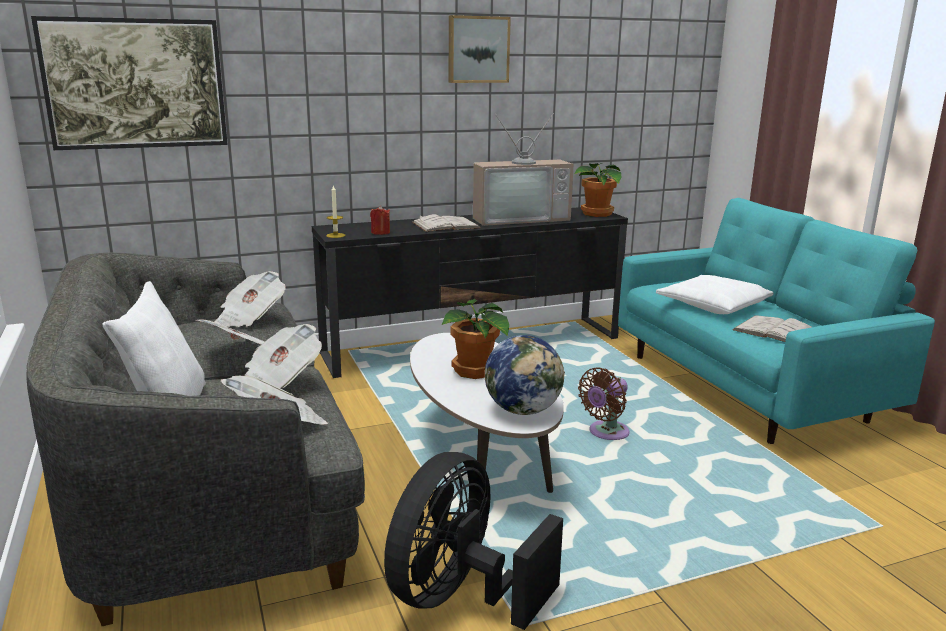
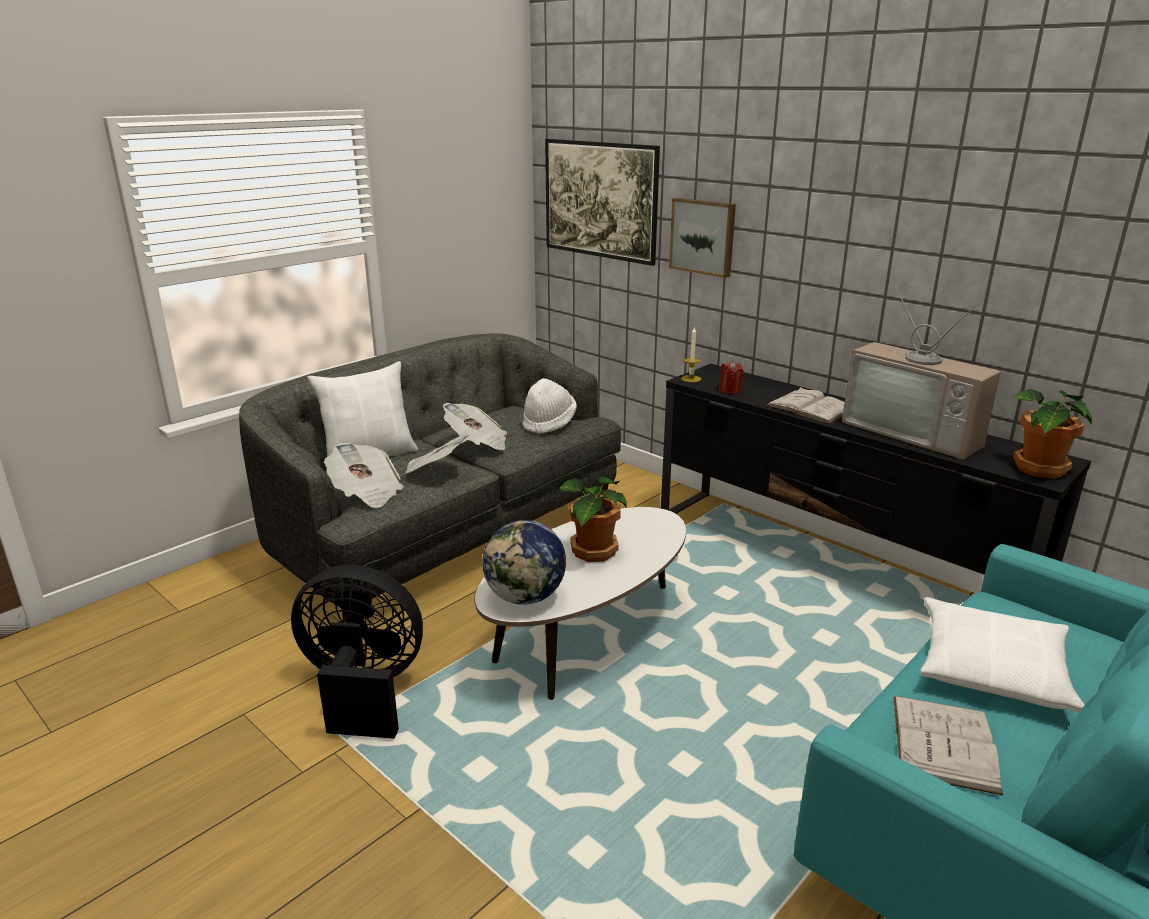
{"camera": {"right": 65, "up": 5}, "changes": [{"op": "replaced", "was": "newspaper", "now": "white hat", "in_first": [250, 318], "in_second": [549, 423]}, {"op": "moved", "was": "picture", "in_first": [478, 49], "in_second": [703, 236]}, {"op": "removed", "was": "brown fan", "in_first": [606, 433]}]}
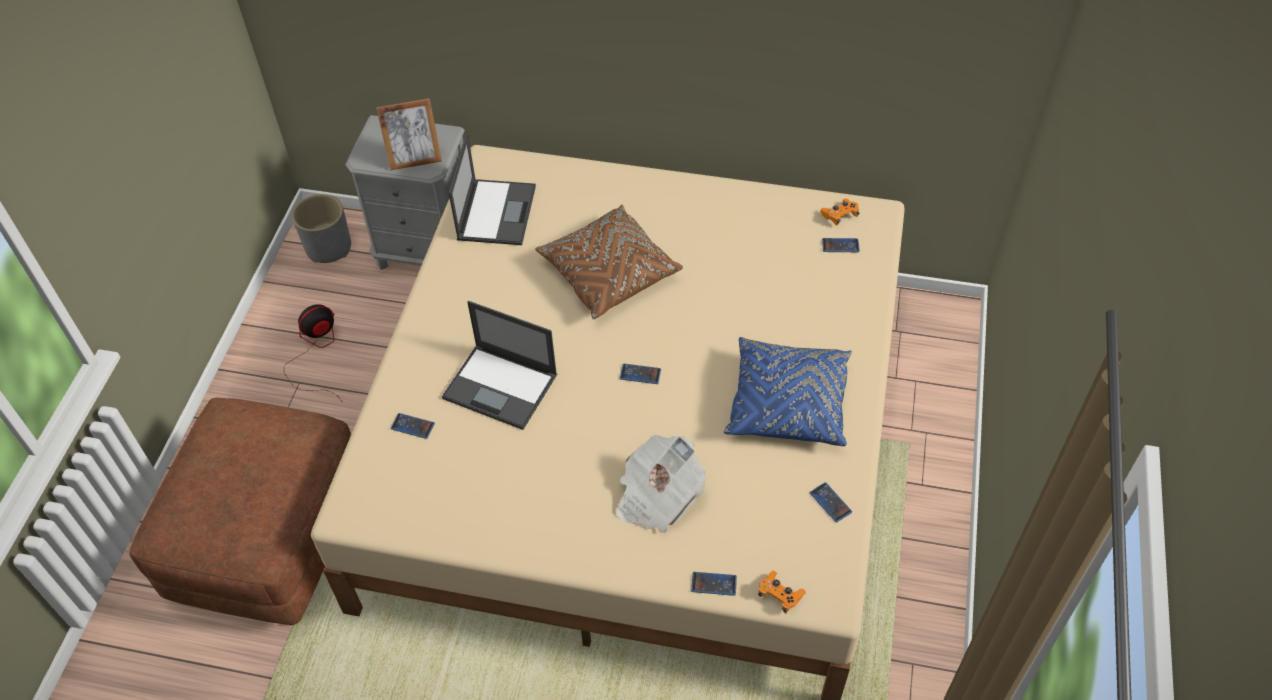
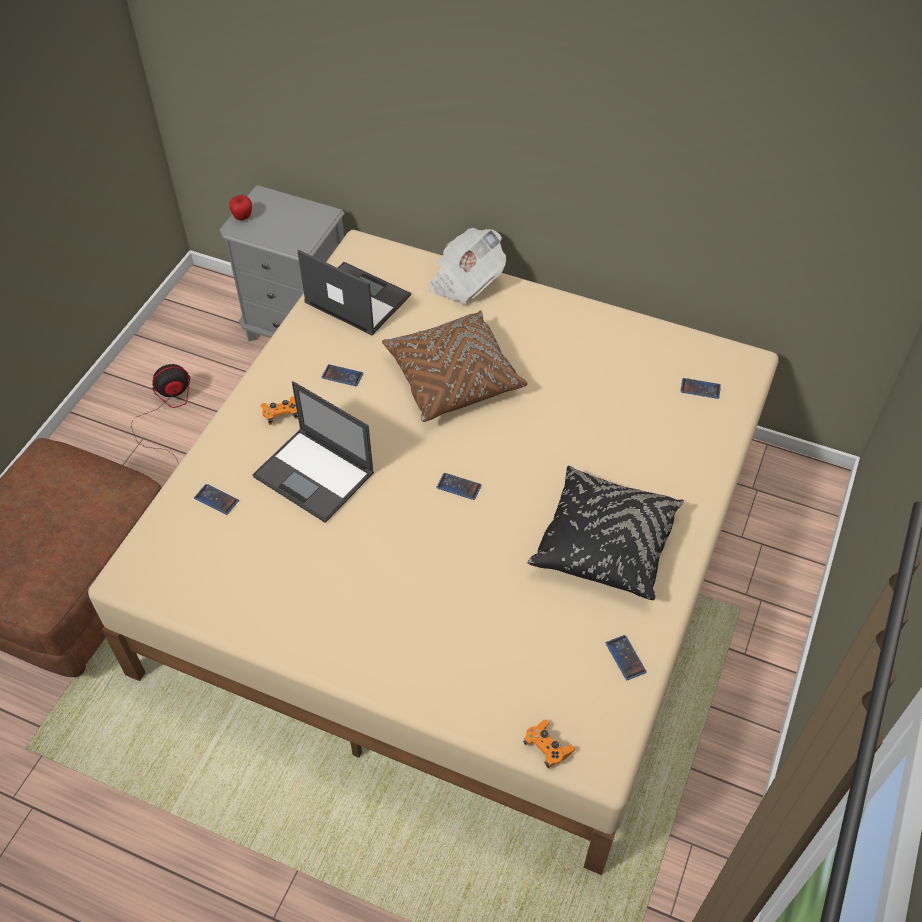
{"camera": {"right": 10, "up": 0}, "changes": [{"op": "removed", "was": "grey planter", "in_first": [329, 247]}, {"op": "removed", "was": "picture frame", "in_first": [415, 160]}, {"op": "turned", "was": "laptop", "in_first": [496, 212], "in_second": [356, 299], "clockwise": -75}, {"op": "moved", "was": "newspaper", "in_first": [657, 496], "in_second": [465, 281]}, {"op": "moved", "was": "phone", "in_first": [714, 584], "in_second": [342, 376]}, {"op": "recoloured", "was": "blue pillow", "now": "black pillow", "in_first": [787, 403], "in_second": [604, 544]}, {"op": "moved", "was": "orange game controller", "in_first": [839, 216], "in_second": [281, 414]}, {"op": "added", "now": "apple", "in_second": [242, 217]}]}
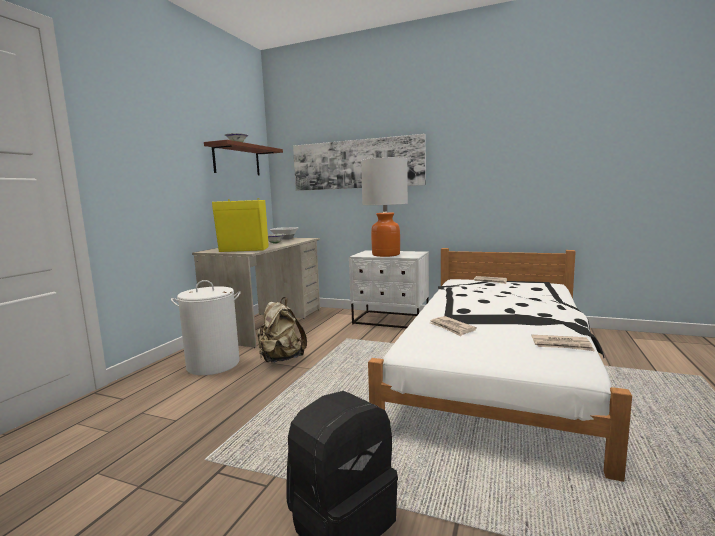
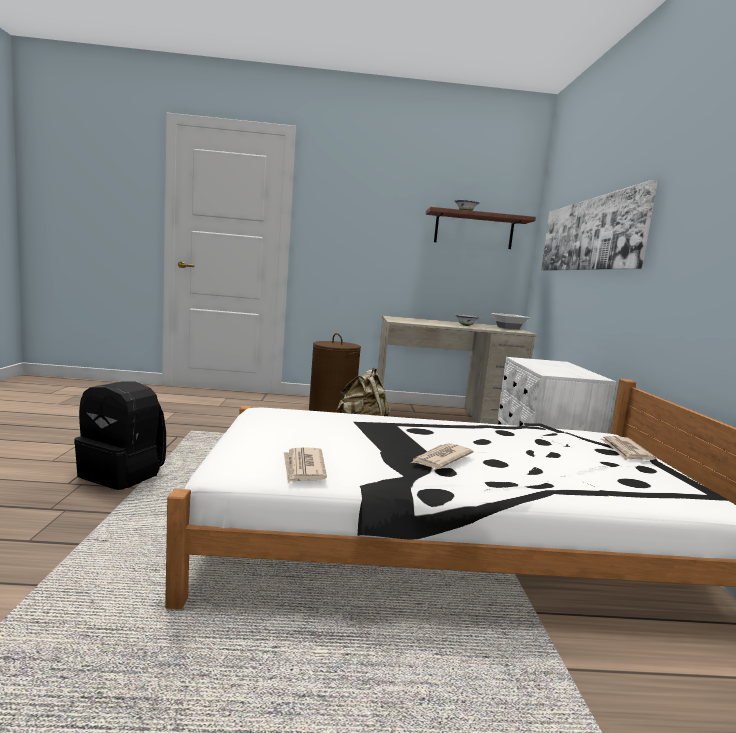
{"camera": {"right": 65, "up": 0}, "changes": [{"op": "recoloured", "was": "white laundry basket", "now": "brown laundry basket", "in_first": [213, 364], "in_second": [332, 411]}, {"op": "removed", "was": "yellow speaker", "in_first": [244, 249]}, {"op": "removed", "was": "table lamp", "in_first": [386, 254]}, {"op": "moved", "was": "newspaper", "in_first": [451, 328], "in_second": [440, 459]}]}
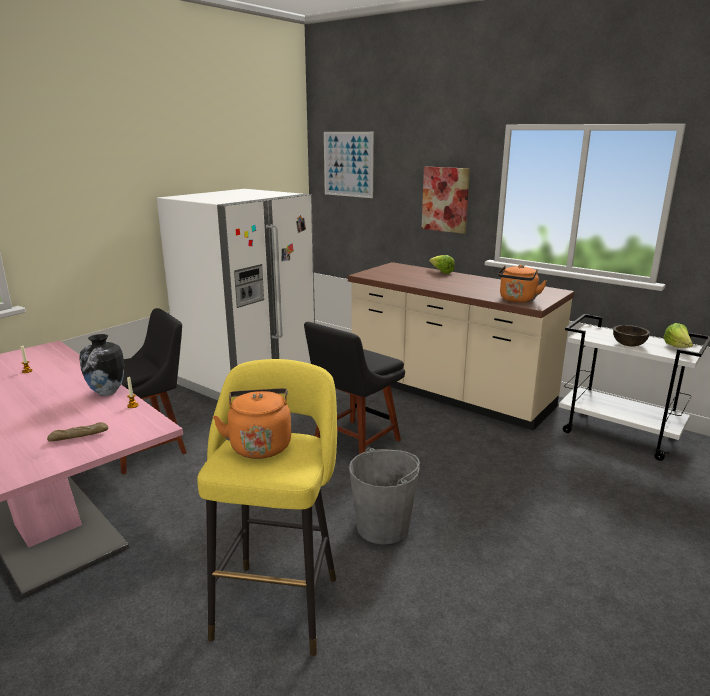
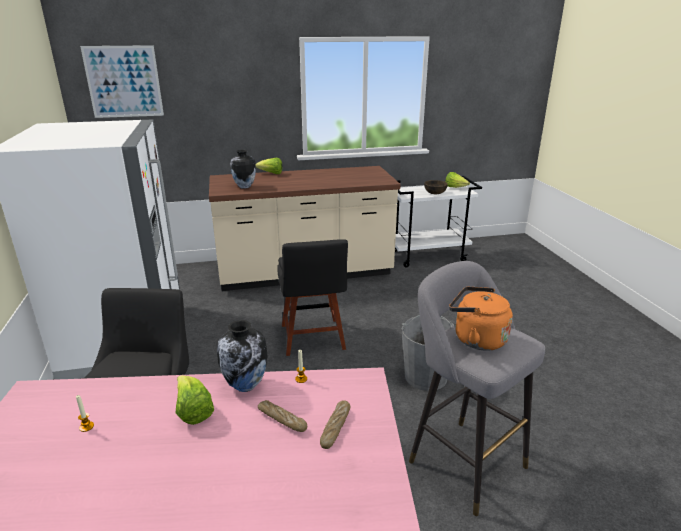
{"camera": {"right": -50, "up": 5}, "changes": [{"op": "recoloured", "was": "yellow stool", "now": "grey stool", "in_first": [279, 601], "in_second": [462, 460]}, {"op": "removed", "was": "picture", "in_first": [445, 199]}, {"op": "removed", "was": "orange kettle", "in_first": [517, 300]}, {"op": "added", "now": "lettuce", "in_second": [193, 411]}, {"op": "added", "now": "vase", "in_second": [244, 187]}, {"op": "added", "now": "bread", "in_second": [282, 420]}]}
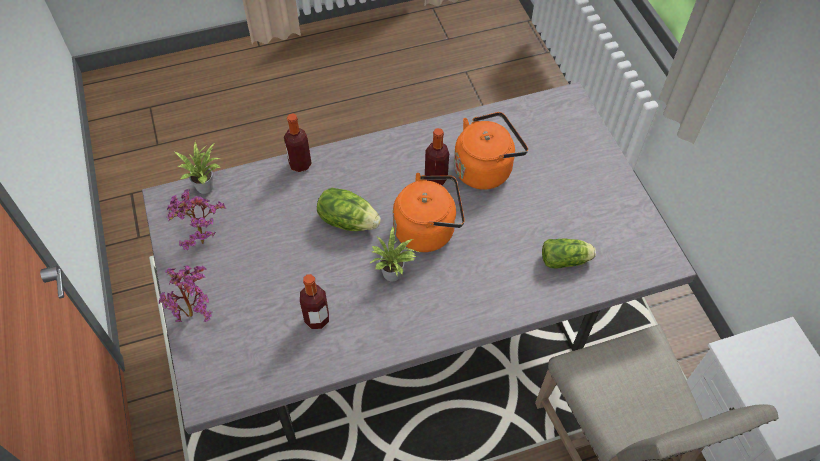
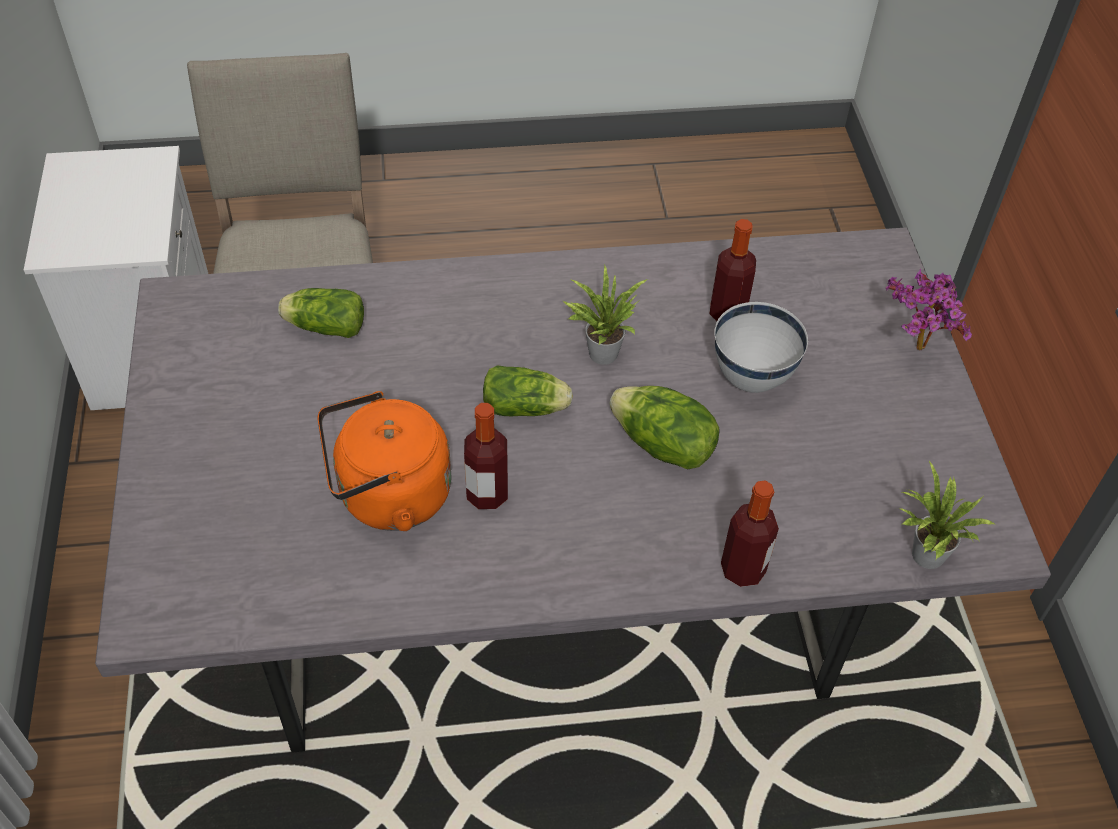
{"camera": {"right": -170, "up": -5}, "changes": [{"op": "removed", "was": "potted plant", "in_first": [201, 238]}, {"op": "replaced", "was": "orange kettle", "now": "lettuce", "in_first": [428, 230], "in_second": [527, 408]}, {"op": "added", "now": "white bowl", "in_second": [752, 378]}]}
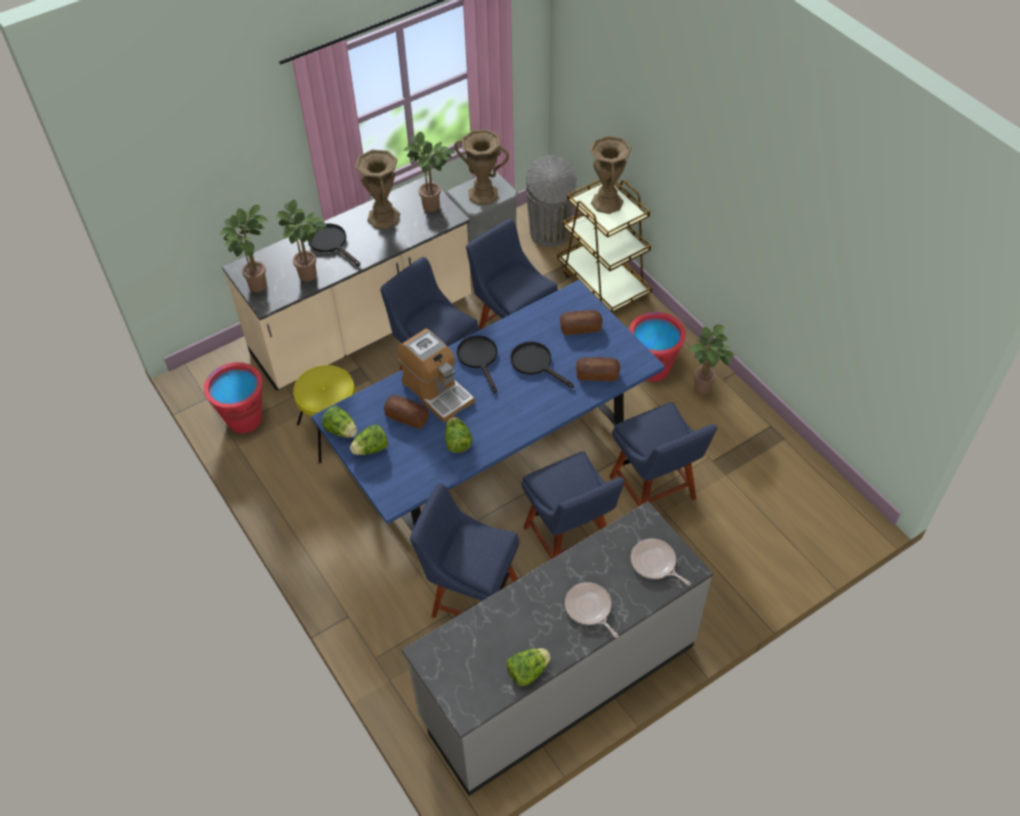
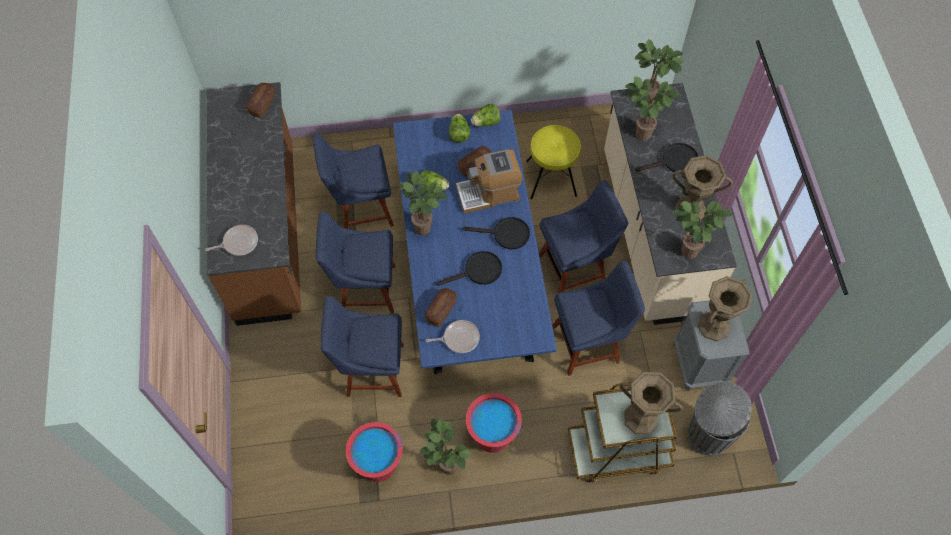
{"camera": {"right": 115, "up": 10}, "changes": [{"op": "moved", "was": "red bucket", "in_first": [244, 419], "in_second": [379, 465]}, {"op": "recoloured", "was": "grey counter", "now": "brown counter", "in_first": [557, 681], "in_second": [268, 233]}, {"op": "turned", "was": "blue chair", "in_first": [470, 596], "in_second": [360, 209], "clockwise": -150}, {"op": "removed", "was": "lettuce", "in_first": [528, 671]}, {"op": "moved", "was": "bread", "in_first": [580, 328], "in_second": [262, 104]}, {"op": "moved", "was": "frying pan", "in_first": [589, 608], "in_second": [459, 338]}, {"op": "added", "now": "potted plant", "in_second": [425, 229]}]}
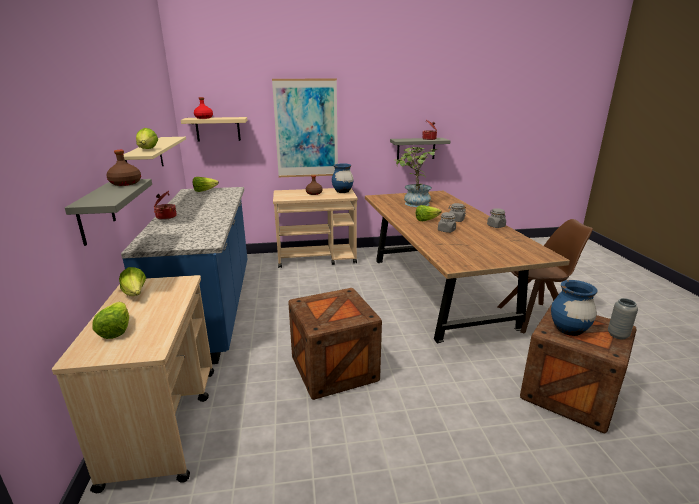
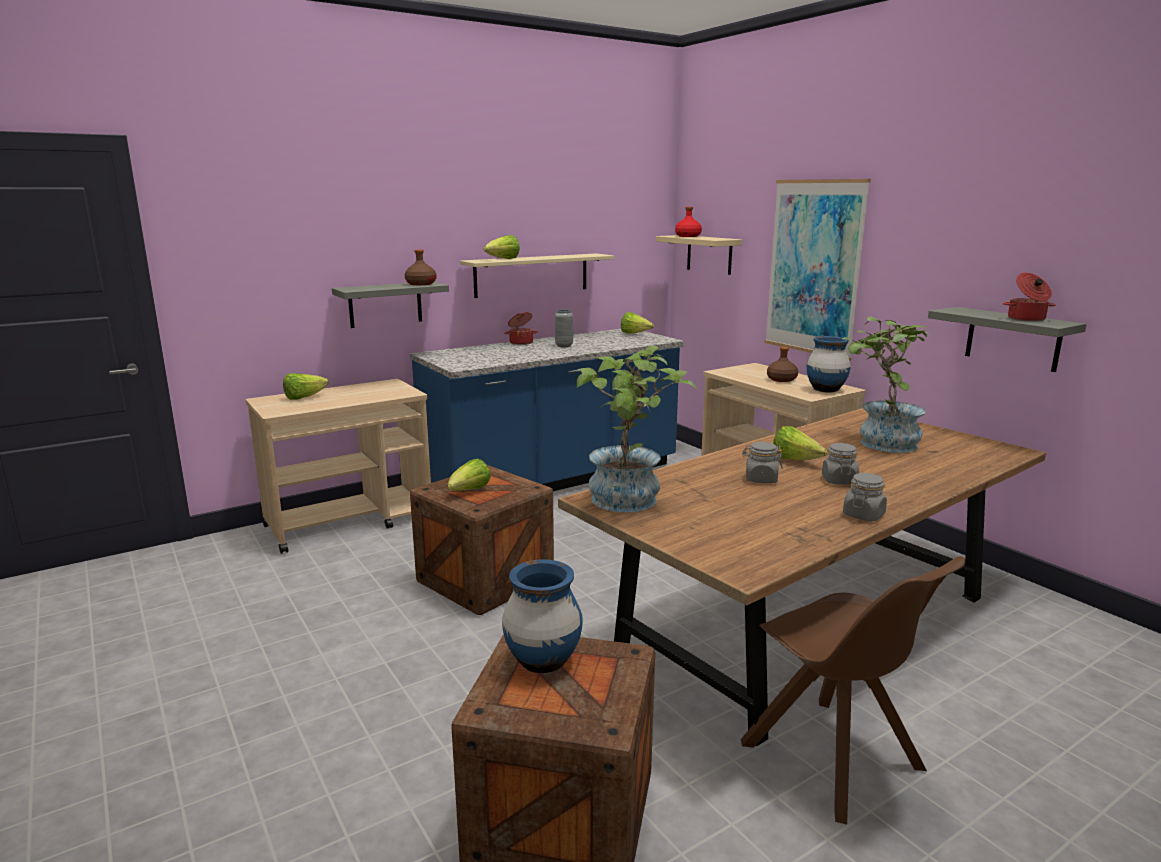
{"camera": {"right": 65, "up": -5}, "changes": [{"op": "moved", "was": "lettuce", "in_first": [135, 294], "in_second": [469, 491]}, {"op": "moved", "was": "grey vase", "in_first": [617, 335], "in_second": [564, 346]}, {"op": "added", "now": "potted plant", "in_second": [628, 503]}]}
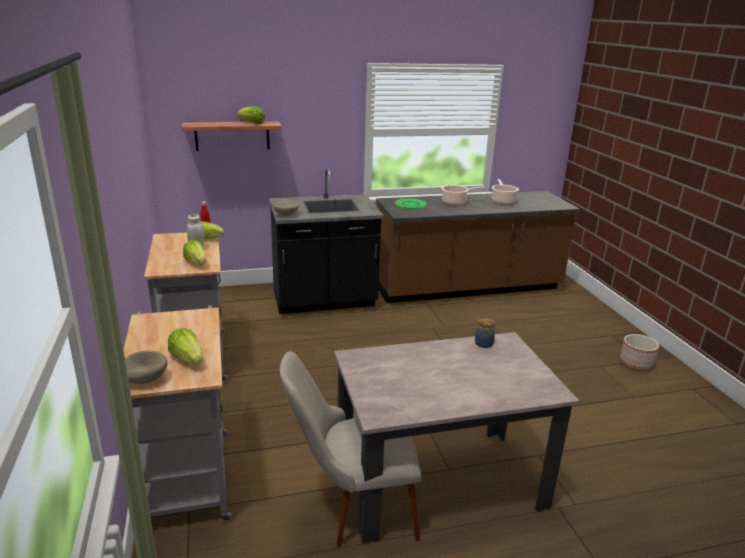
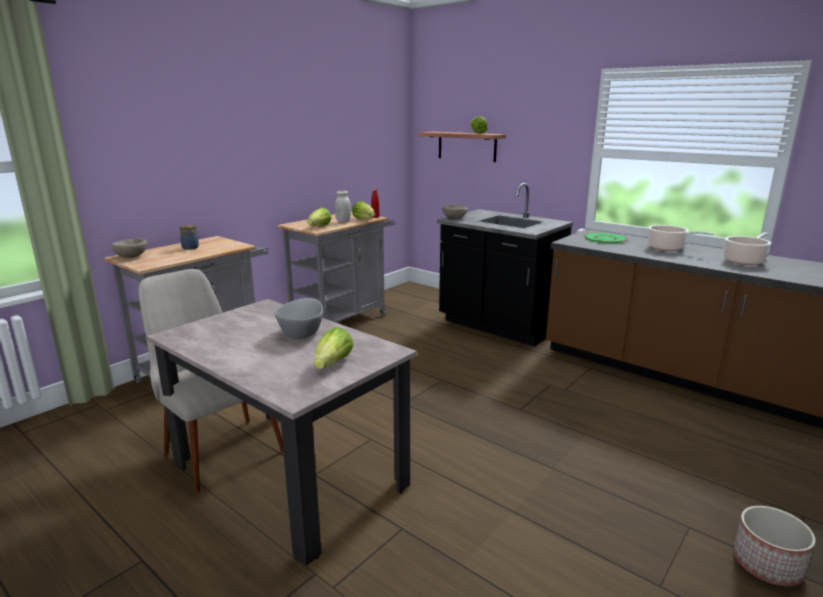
{"camera": {"right": 55, "up": -5}, "changes": [{"op": "moved", "was": "lettuce", "in_first": [188, 359], "in_second": [333, 364]}, {"op": "moved", "was": "jar", "in_first": [483, 343], "in_second": [191, 247]}, {"op": "added", "now": "grey bowl", "in_second": [302, 332]}]}
